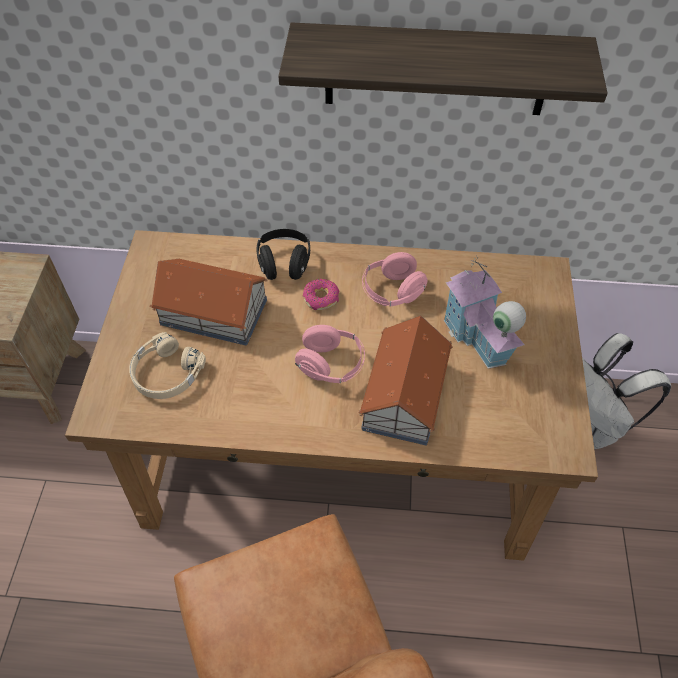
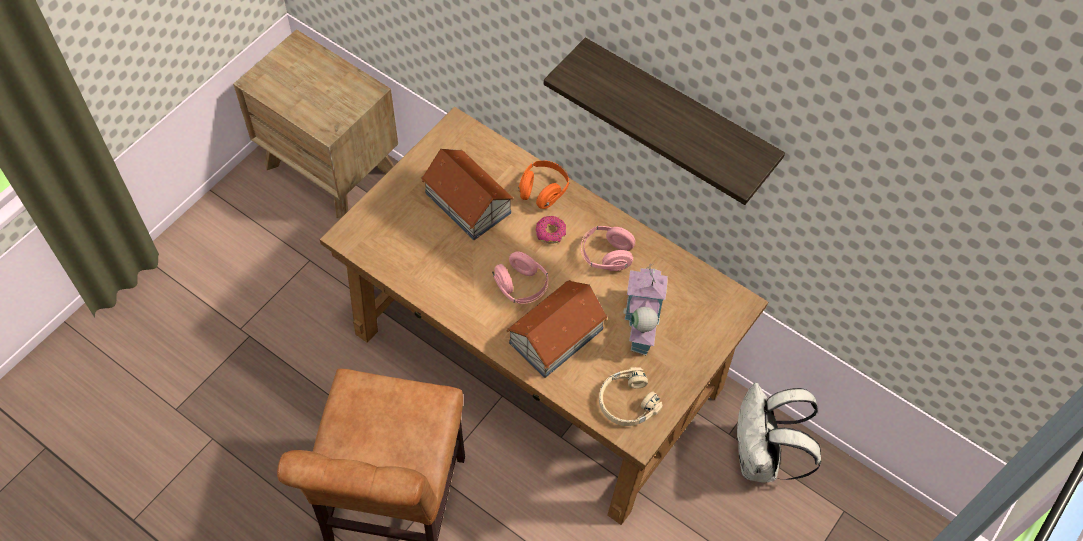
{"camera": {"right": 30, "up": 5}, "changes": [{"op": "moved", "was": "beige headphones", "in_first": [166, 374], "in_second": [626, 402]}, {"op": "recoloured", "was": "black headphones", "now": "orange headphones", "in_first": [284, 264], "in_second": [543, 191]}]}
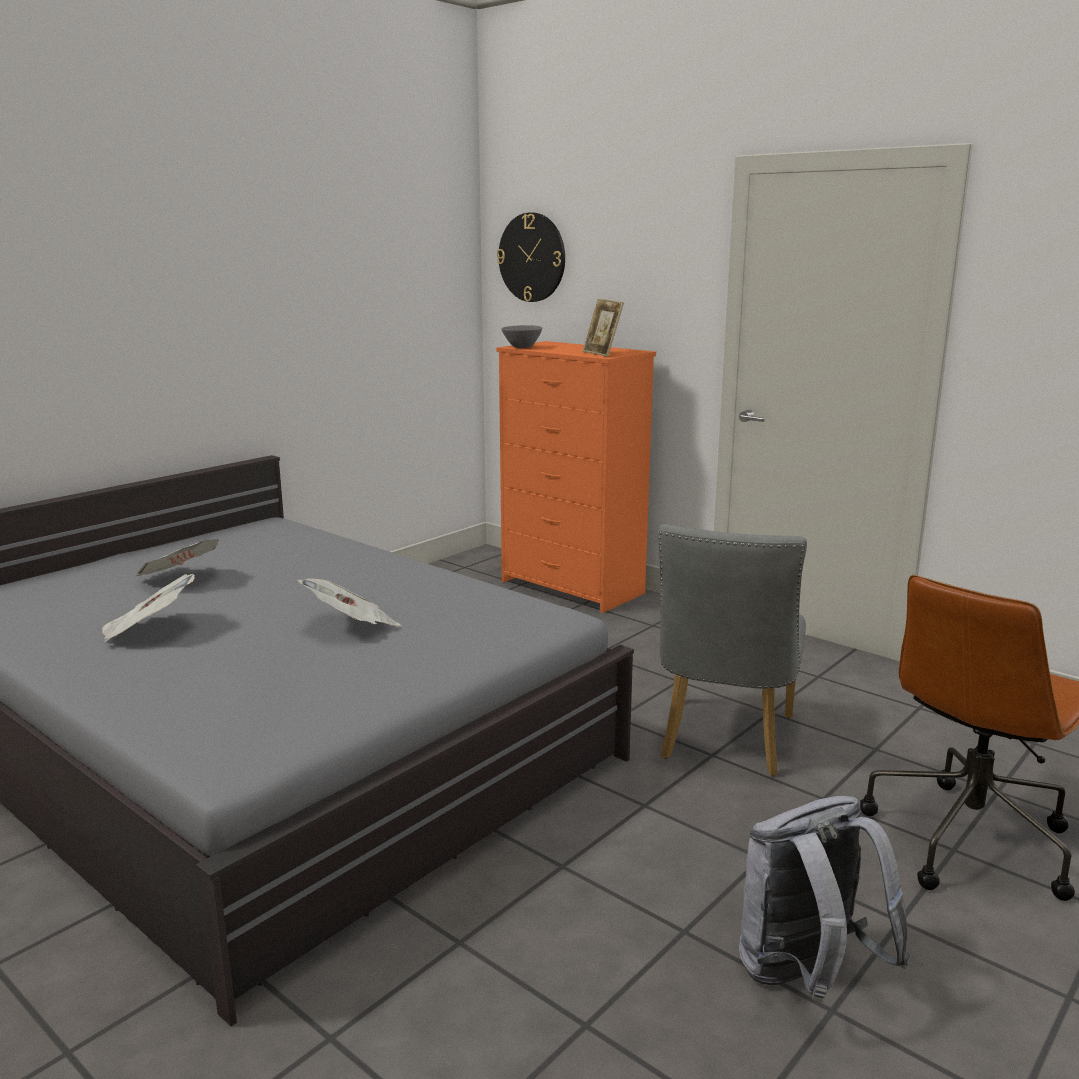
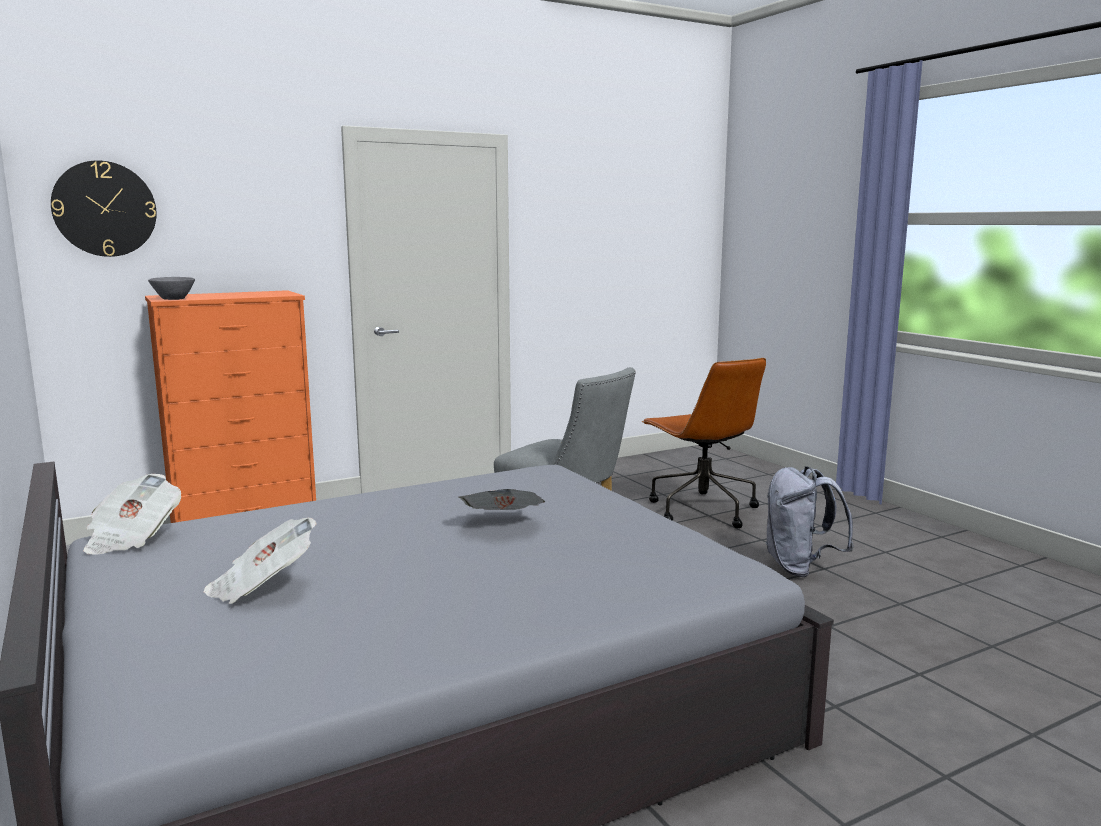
{"camera": {"right": -70, "up": -5}, "changes": [{"op": "moved", "was": "newspaper", "in_first": [148, 631], "in_second": [132, 538]}, {"op": "removed", "was": "picture frame", "in_first": [602, 354]}]}
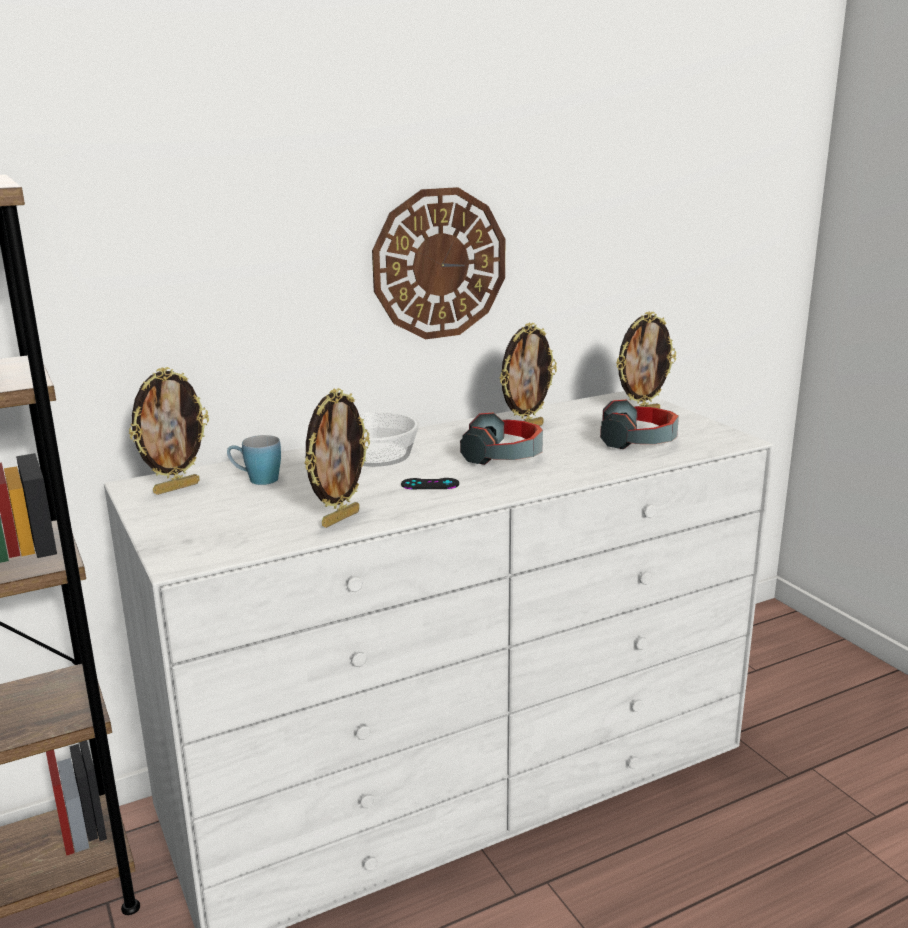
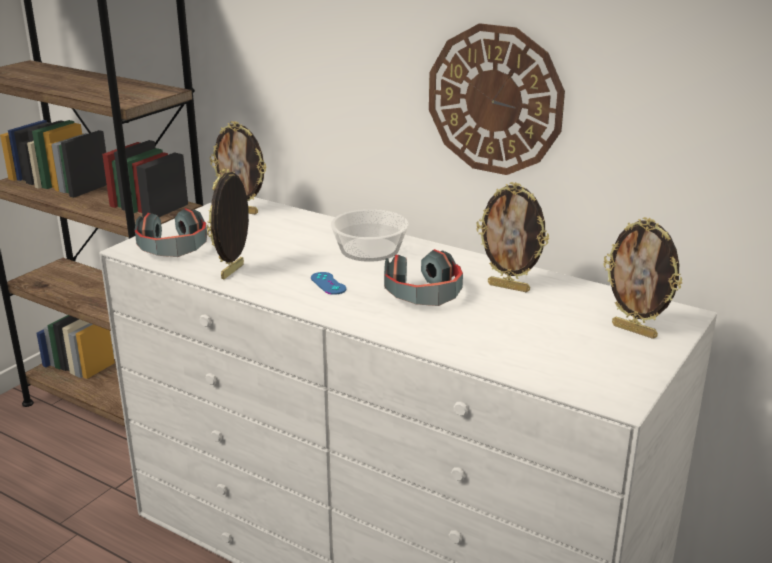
{"camera": {"right": 60, "up": 5}, "changes": [{"op": "removed", "was": "blue mug", "in_first": [256, 480]}, {"op": "turned", "was": "picture frame", "in_first": [339, 518], "in_second": [234, 272], "clockwise": 105}, {"op": "recoloured", "was": "black game controller", "now": "blue game controller", "in_first": [430, 484], "in_second": [328, 283]}, {"op": "moved", "was": "headphones", "in_first": [638, 441], "in_second": [173, 249]}]}
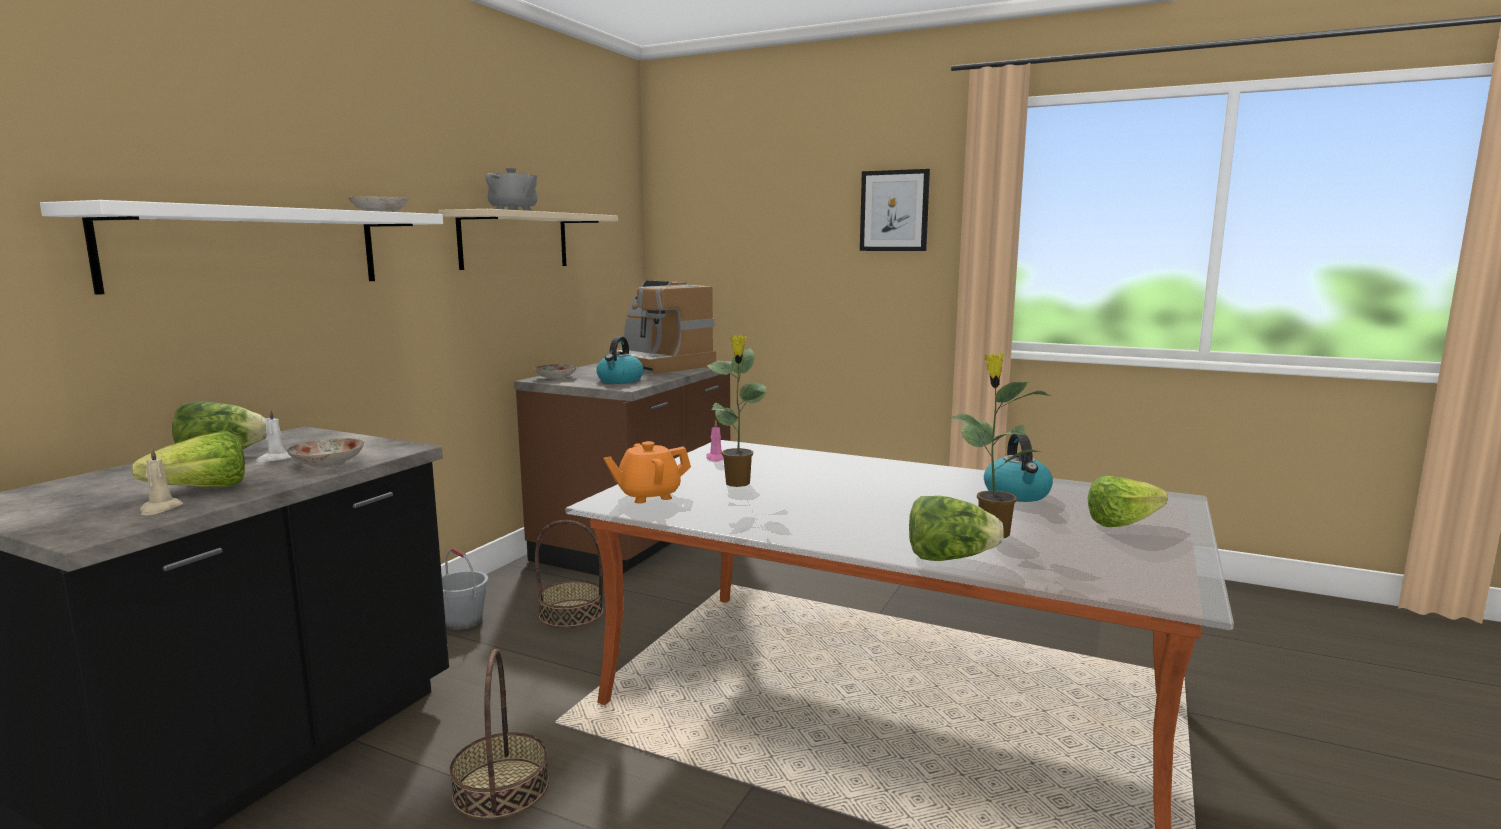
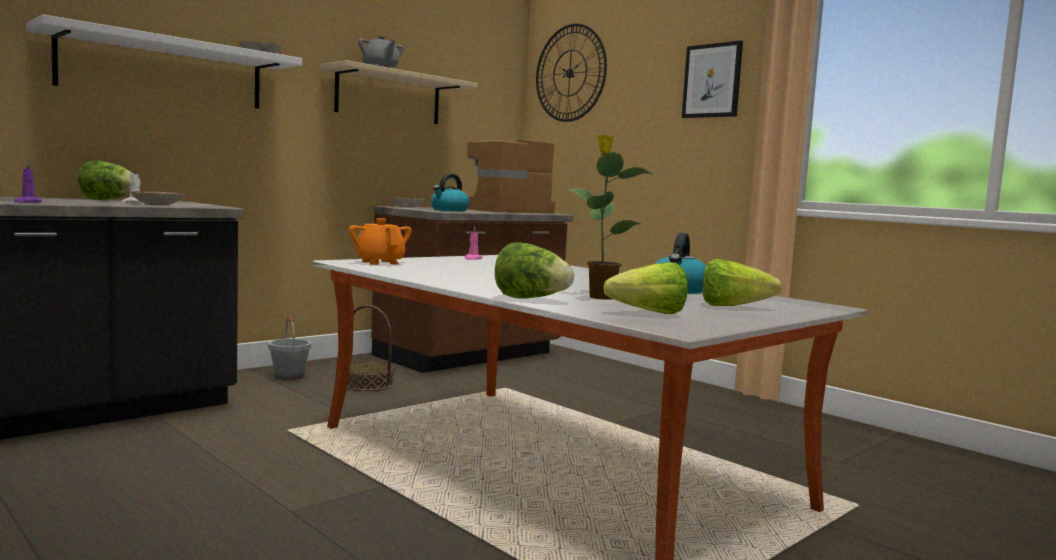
{"camera": {"right": 20, "up": -5}, "changes": [{"op": "moved", "was": "lettuce", "in_first": [193, 490], "in_second": [641, 313]}, {"op": "recoloured", "was": "beige candle", "now": "purple candle", "in_first": [160, 509], "in_second": [27, 202]}, {"op": "removed", "was": "basket", "in_first": [501, 788]}, {"op": "turned", "was": "orange teapot", "in_first": [648, 496], "in_second": [380, 262], "clockwise": 60}, {"op": "turned", "was": "coffee machine", "in_first": [660, 365], "in_second": [504, 211], "clockwise": 75}, {"op": "removed", "was": "potted plant", "in_first": [738, 483]}, {"op": "added", "now": "wall clock", "in_second": [570, 73]}]}
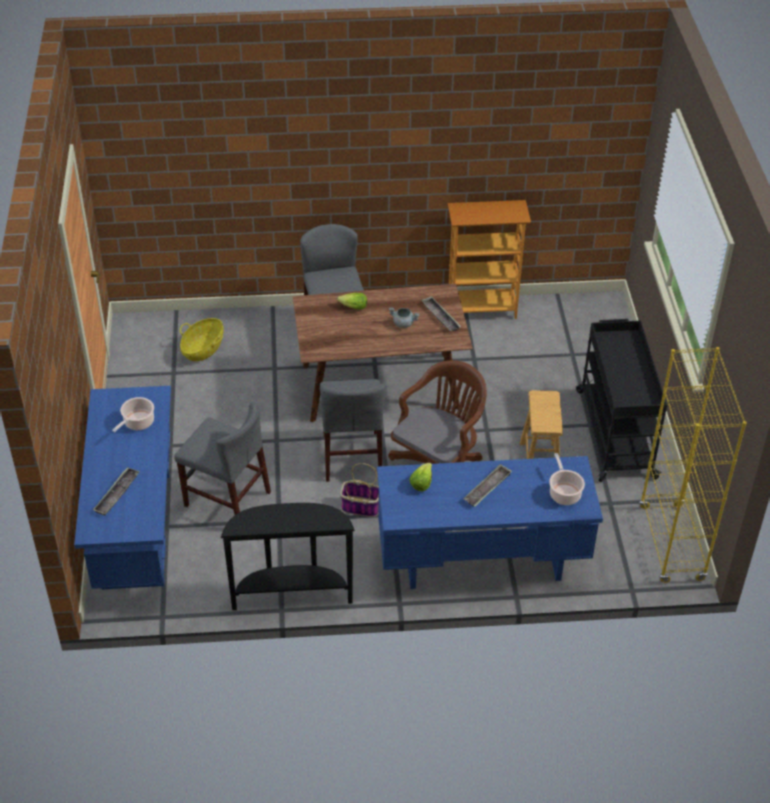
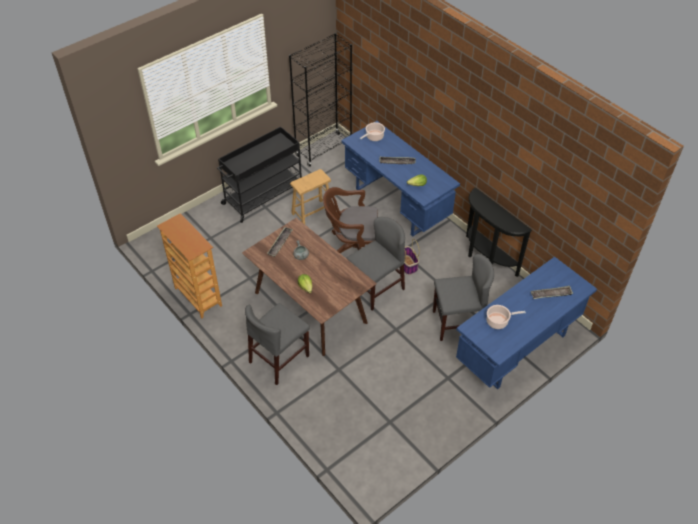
{"camera": {"right": -125, "up": 5}, "changes": [{"op": "turned", "was": "grey chair", "in_first": [227, 499], "in_second": [458, 323], "clockwise": 90}, {"op": "removed", "was": "basket", "in_first": [203, 349]}, {"op": "recoloured", "was": "yellow bookcase", "now": "black bookcase", "in_first": [671, 543], "in_second": [323, 149]}]}
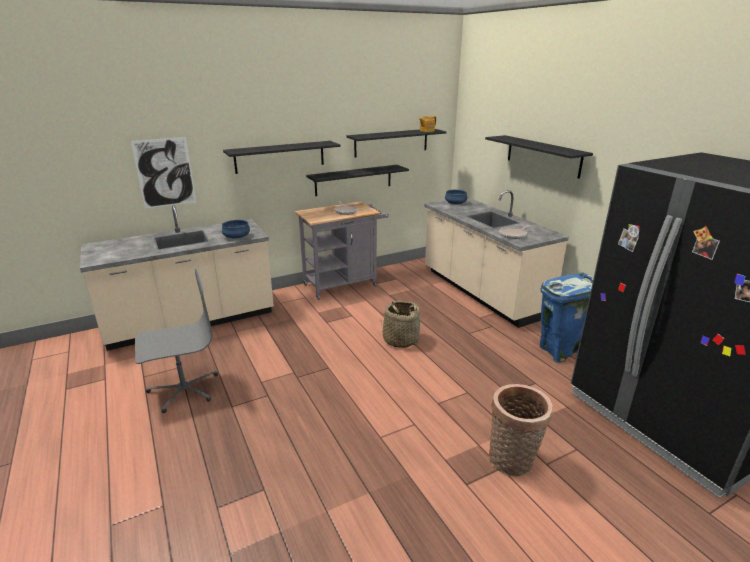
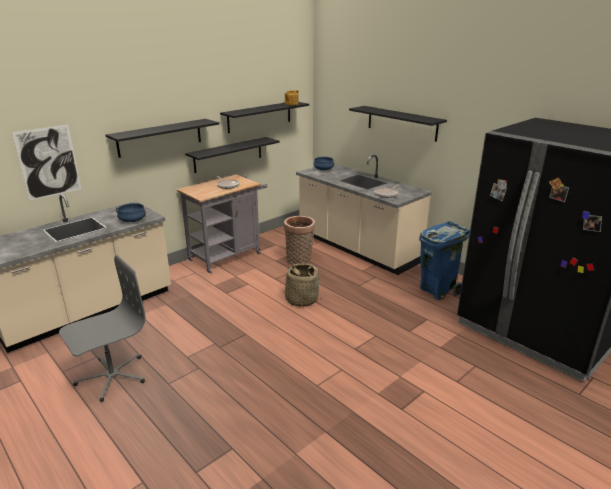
{"camera": {"right": -15, "up": 0}, "changes": [{"op": "moved", "was": "basket", "in_first": [512, 462], "in_second": [299, 261]}]}
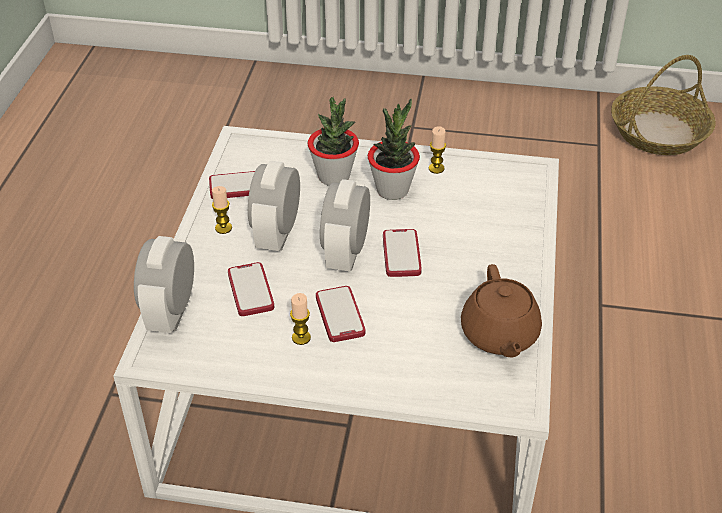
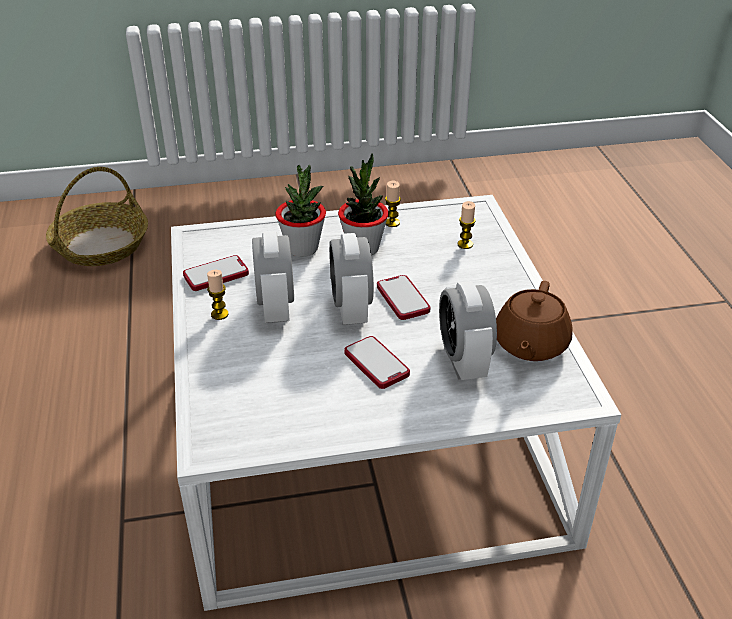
{"camera": {"right": -20, "up": -5}, "changes": [{"op": "moved", "was": "alarm clock", "in_first": [171, 312], "in_second": [463, 362]}, {"op": "removed", "was": "phone", "in_first": [250, 290]}, {"op": "moved", "was": "candle", "in_first": [301, 337], "in_second": [465, 244]}, {"op": "turned", "was": "brown teapot", "in_first": [499, 335], "in_second": [530, 345], "clockwise": 45}, {"op": "moved", "was": "basket", "in_first": [658, 133], "in_second": [101, 246]}]}
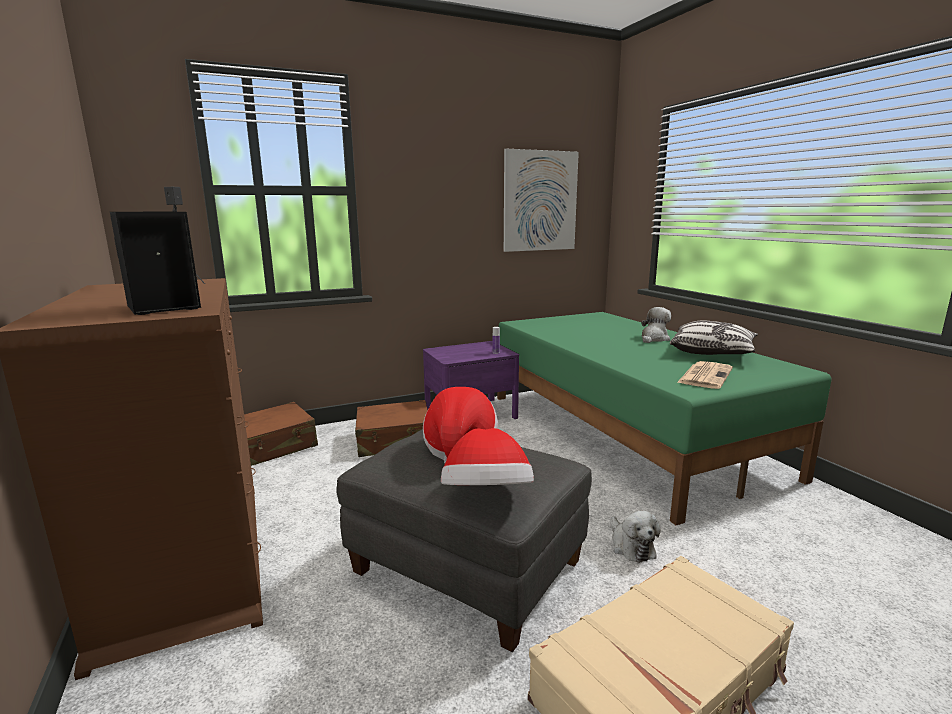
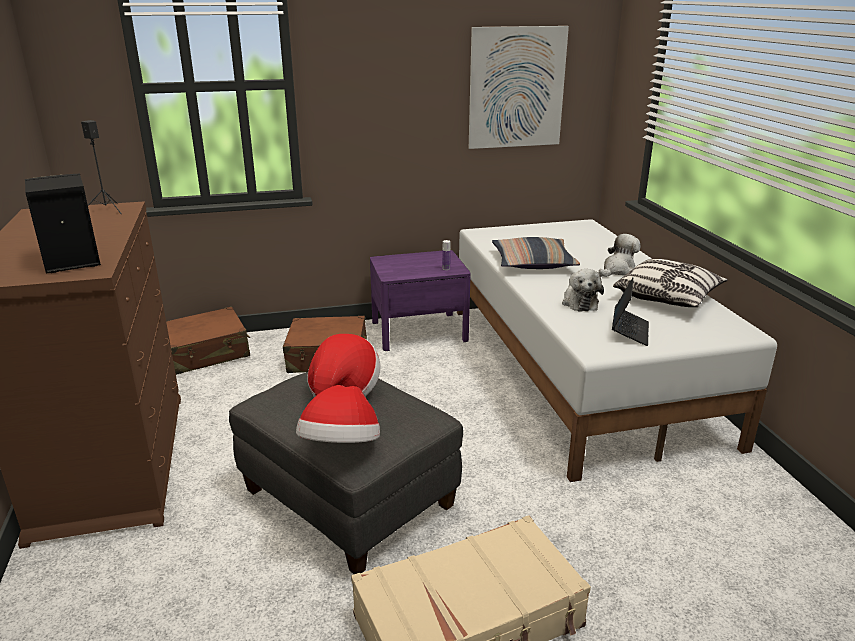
{"camera": {"right": 10, "up": 10}, "changes": [{"op": "recoloured", "was": "green bed", "now": "white bed", "in_first": [625, 432], "in_second": [579, 369]}, {"op": "moved", "was": "plush toy", "in_first": [631, 546], "in_second": [579, 302]}, {"op": "replaced", "was": "newspaper", "now": "laptop", "in_first": [705, 375], "in_second": [629, 331]}, {"op": "added", "now": "pillow", "in_second": [533, 263]}]}
